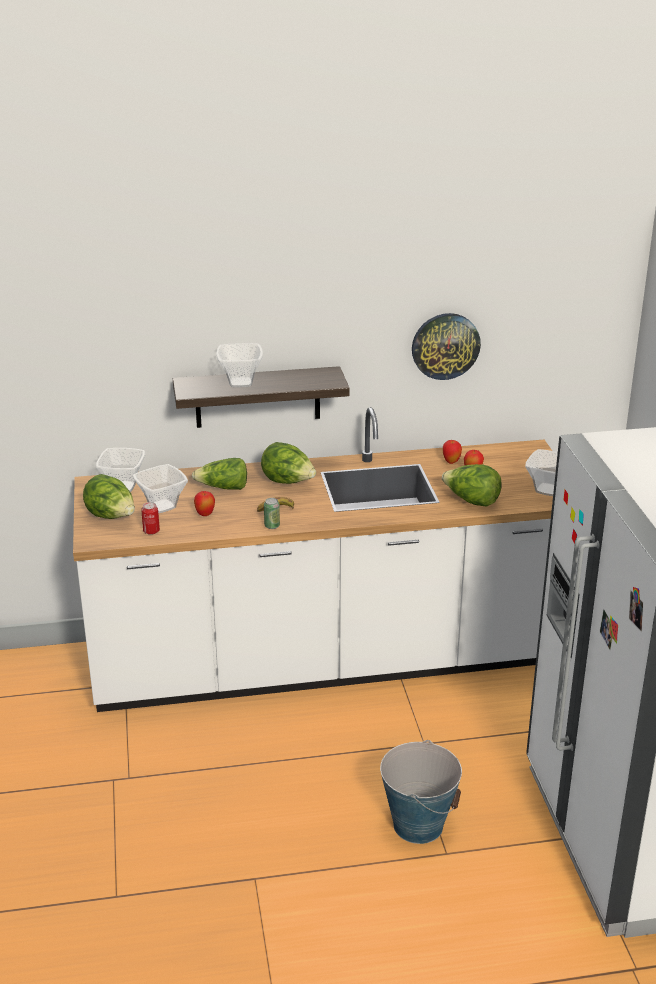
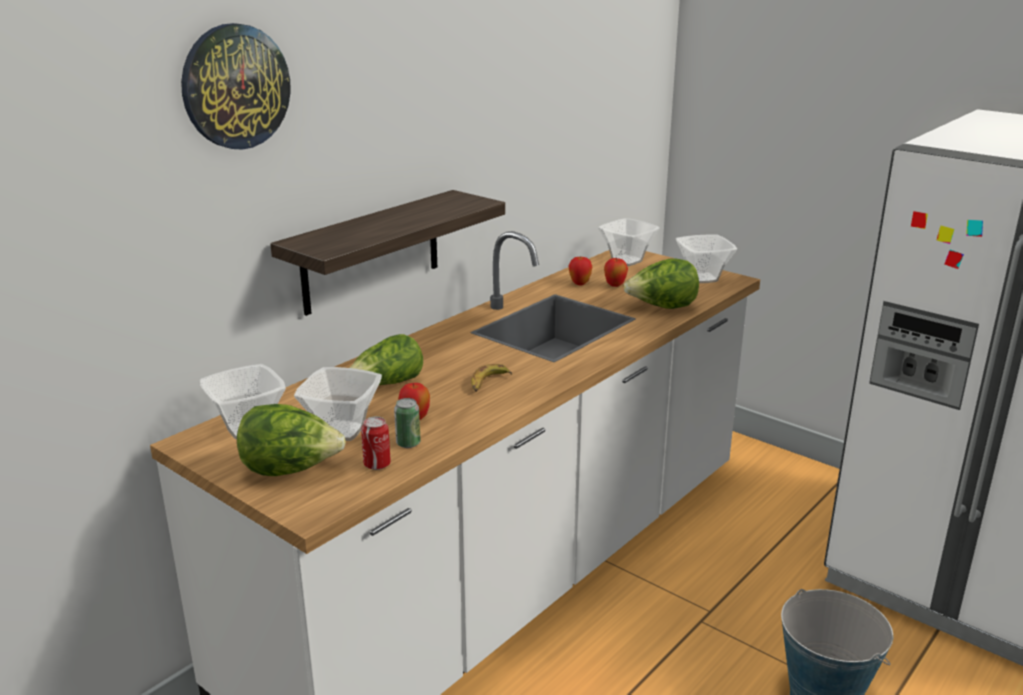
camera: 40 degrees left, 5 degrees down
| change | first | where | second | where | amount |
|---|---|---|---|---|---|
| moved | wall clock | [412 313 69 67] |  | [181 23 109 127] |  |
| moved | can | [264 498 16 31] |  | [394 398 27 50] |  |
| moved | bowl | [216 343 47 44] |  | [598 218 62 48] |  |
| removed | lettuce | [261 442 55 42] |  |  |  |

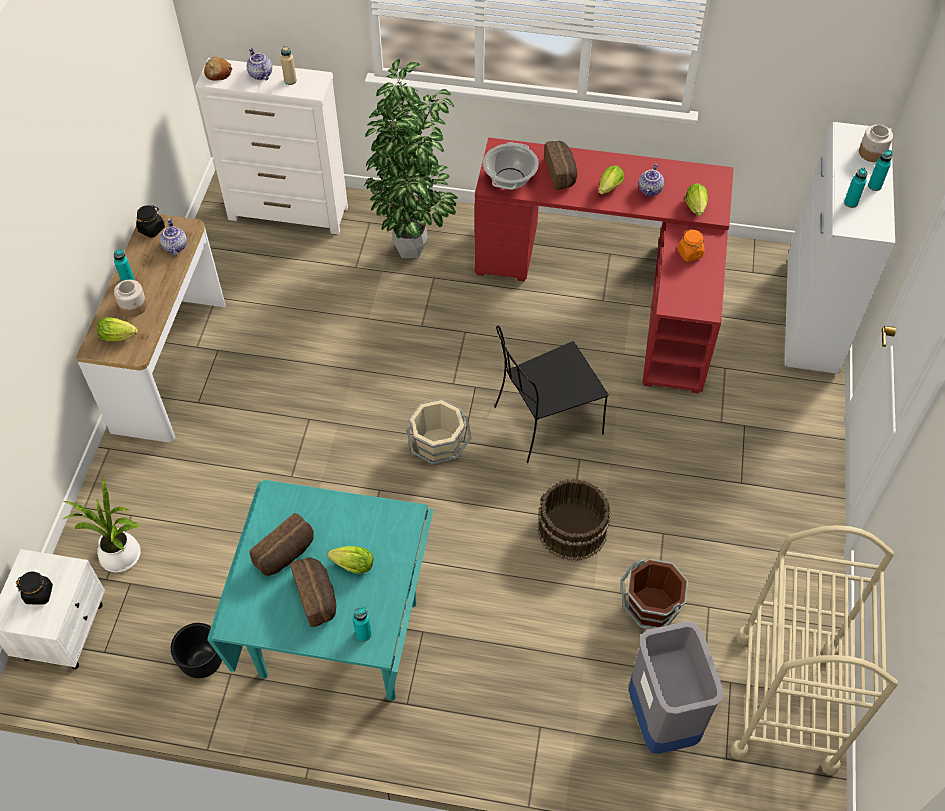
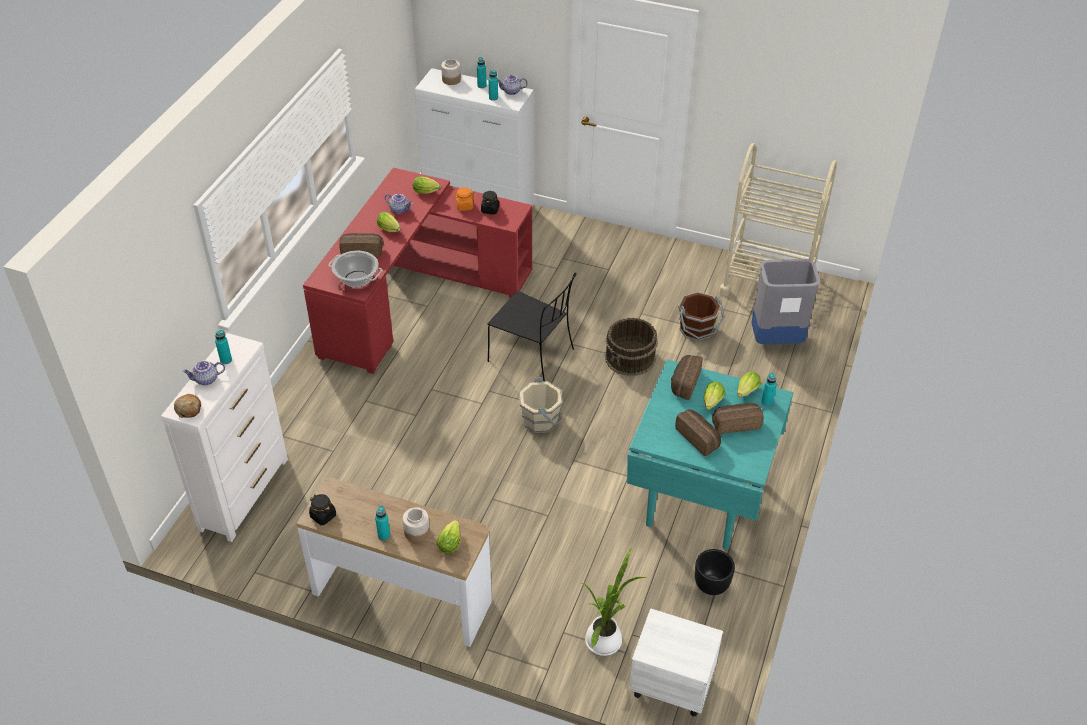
camera: 80 degrees left, 10 degrees down
| change | first | where | second | where | amount |
|---|---|---|---|---|---|
| recoloured | beige bottle | [281 45 16 40] | turquoise bottle | [215 330 17 34] |  |
| moved | black jar | [16 571 37 34] |  | [481 191 18 24] |  |
| turned | black chair | [494 325 114 138] |  | [488 272 88 109] | 45 degrees counterclockwise |
| moved | teapot | [160 218 27 38] |  | [498 75 29 20] |  |
| added |  |  | bread | [671 355 32 45] |  |
| added |  |  | lettuce | [737 371 24 26] |  |
| removed | potted plant | [364 59 94 199] |  |  |  |

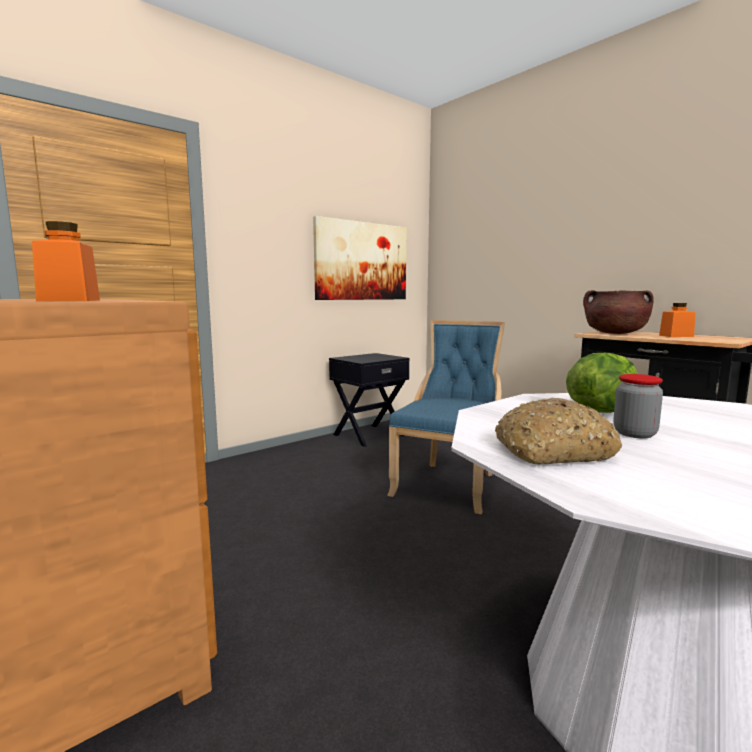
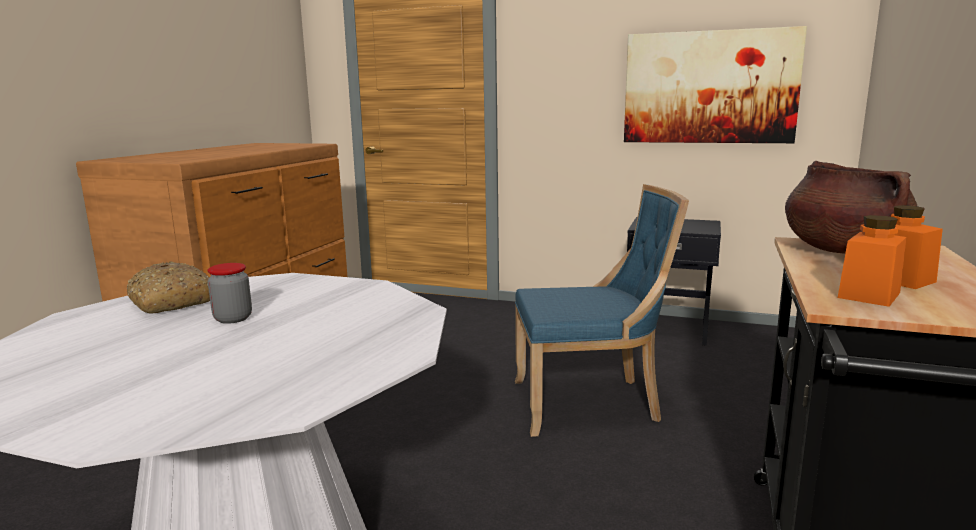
camera: 60 degrees right, 5 degrees up
| change | first | where | second | where | amount |
|---|---|---|---|---|---|
| moved | orange jar | [32 221 68 80] |  | [838 215 69 92] |  |
| removed | lettuce | [566 353 72 60] |  |  |  |

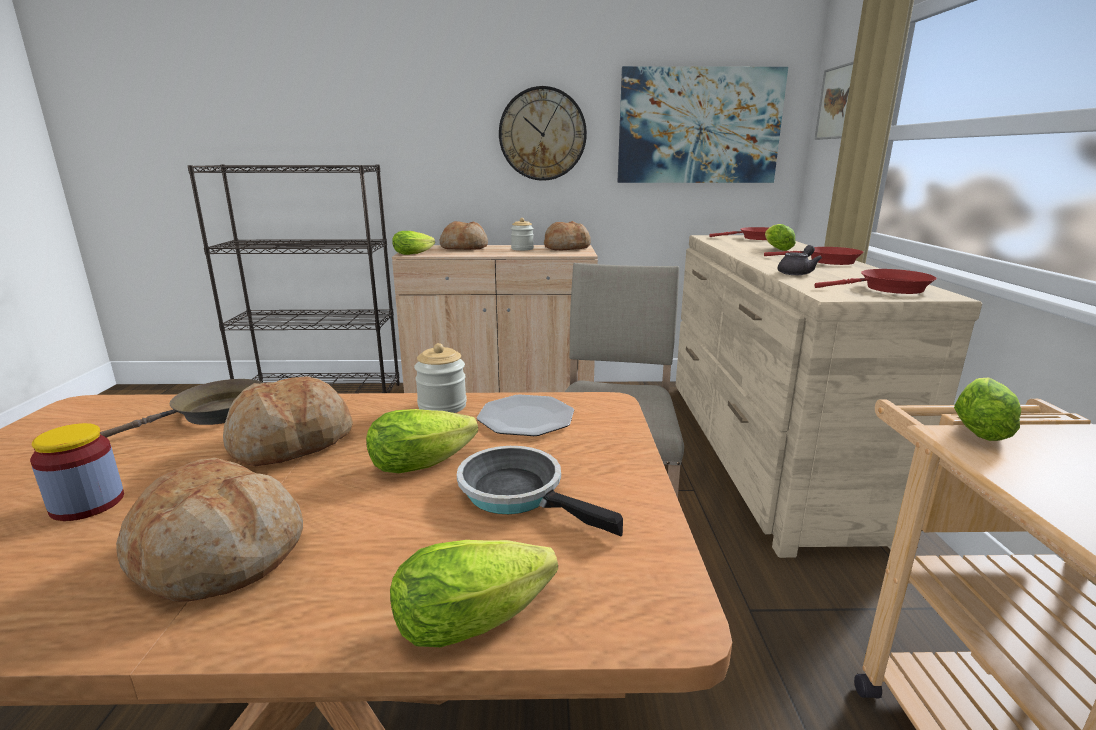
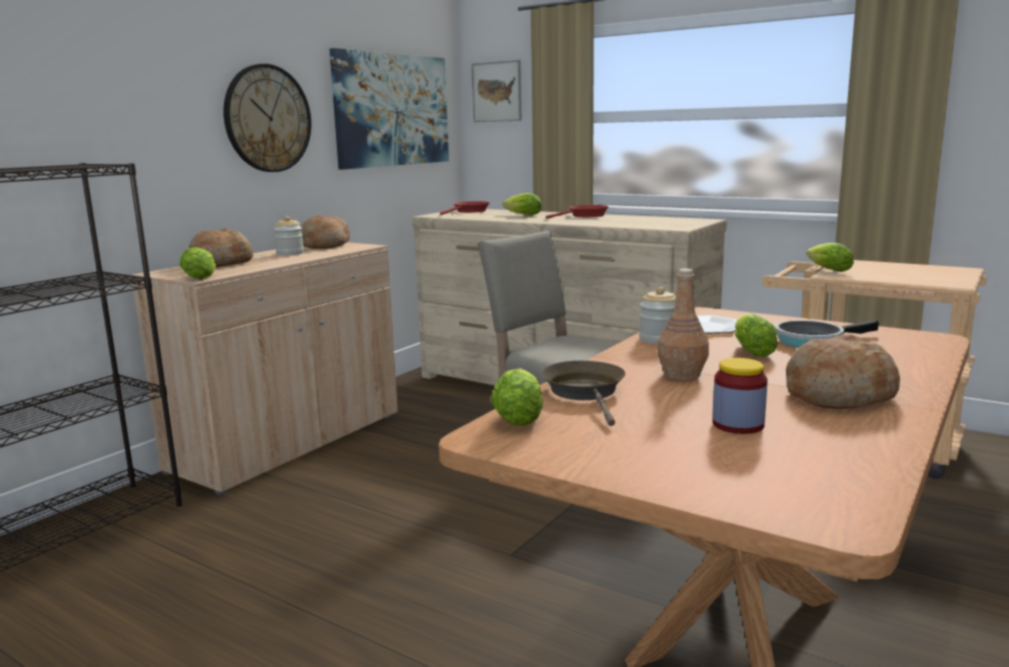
camera: 55 degrees left, 5 degrees down
| change | first | where | second | where | amount |
|---|---|---|---|---|---|
| moved | lettuce | [390 540 168 107] |  | [491 368 52 58] |  |
| replaced | bread | [223 376 130 90] | brown bottle | [657 268 52 113] |  |
| removed | grey teapot | [777 245 45 30] |  |  |  |
| removed | red frying pan | [814 269 123 25] |  |  |  |

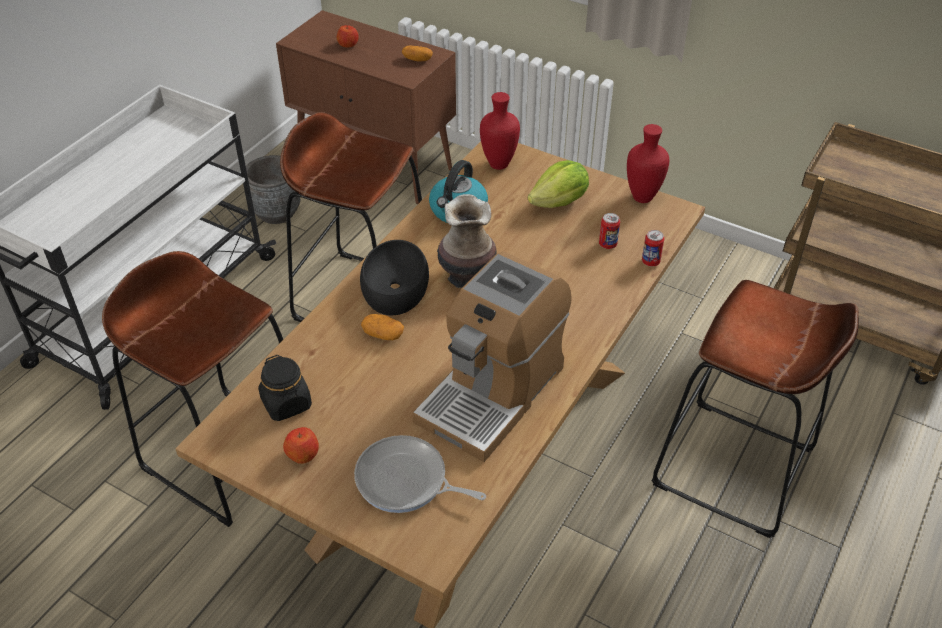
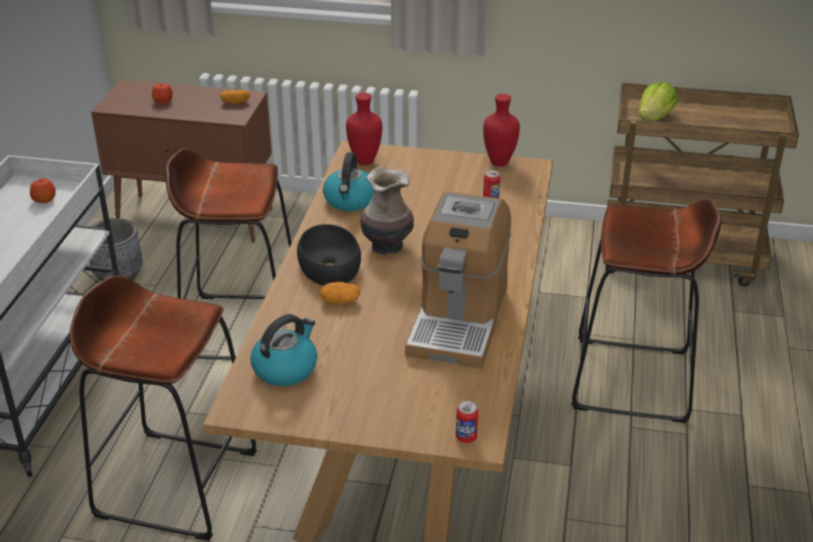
camera: 20 degrees left, 10 degrees down
| change | first | where | second | where | amount |
|---|---|---|---|---|---|
| moved | apple | [283 427 36 37] |  | [30 178 26 25] |  |
| replaced | black jar | [258 355 54 66] | kettle | [250 314 67 72] |  |
| moved | can | [642 230 22 36] |  | [456 401 22 42] |  |
| moved | lettuce | [528 160 61 48] |  | [639 81 39 40] |  |
| removed | frying pan | [354 435 132 78] |  |  |  |

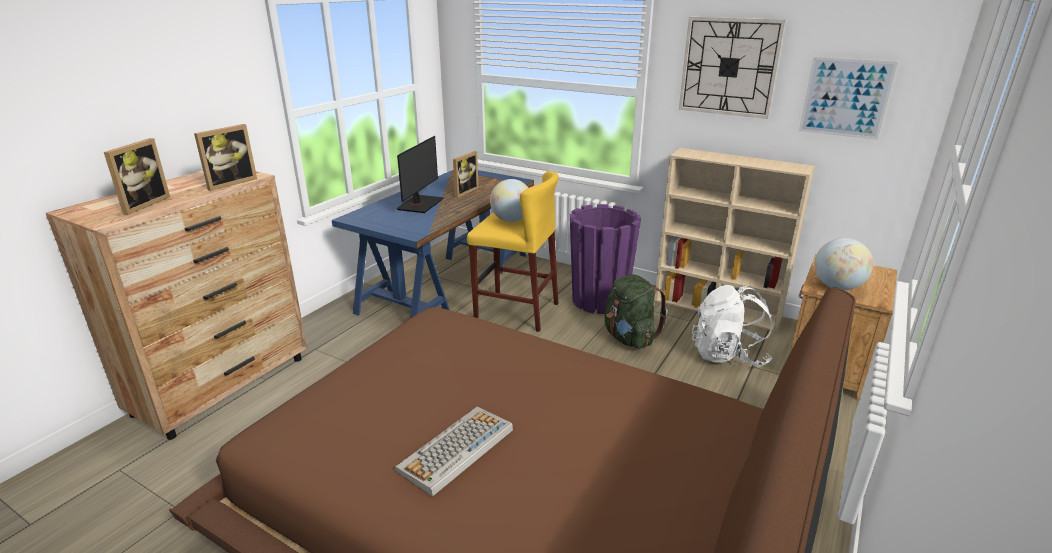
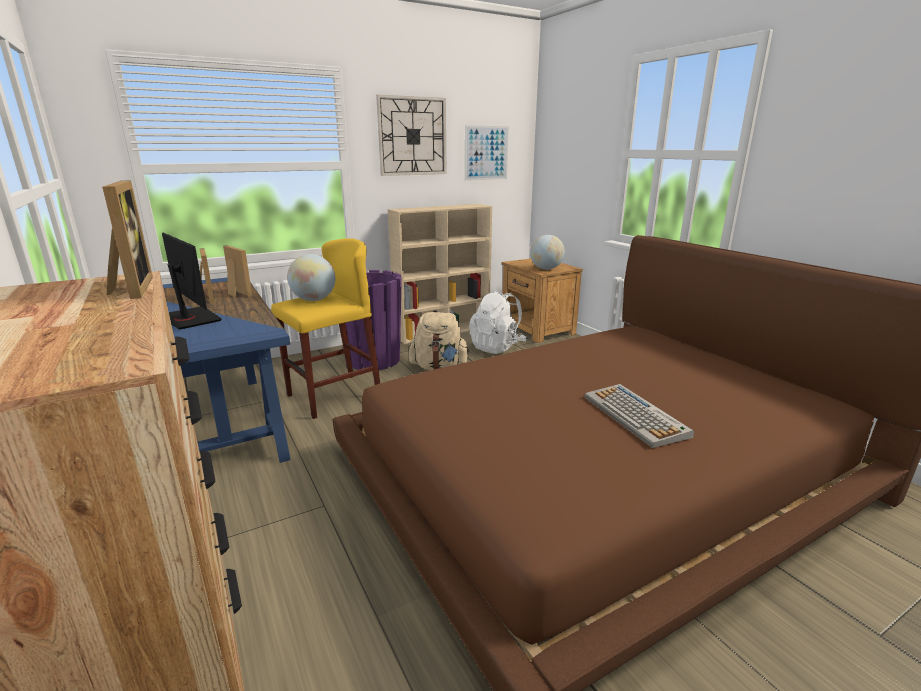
camera: 60 degrees left, 5 degrees down
| change | first | where | second | where | amount |
|---|---|---|---|---|---|
| moved | picture frame | [104 138 66 77] |  | [223 245 29 52] |  |
| recoloured | green backpack | [605 275 63 74] | beige backpack | [409 312 61 58] |  |

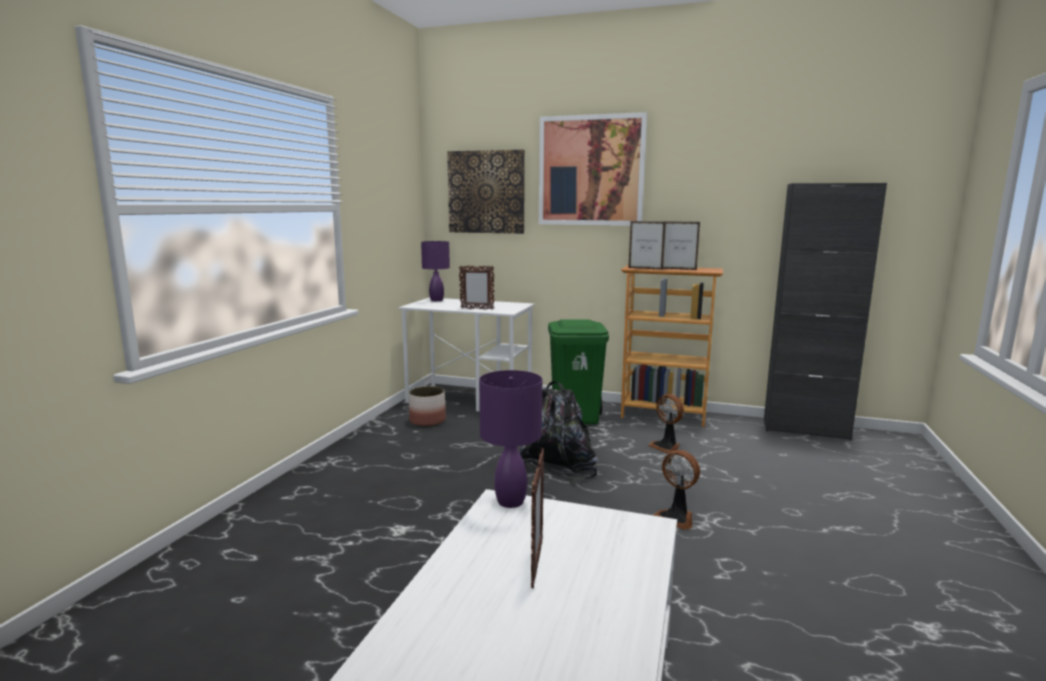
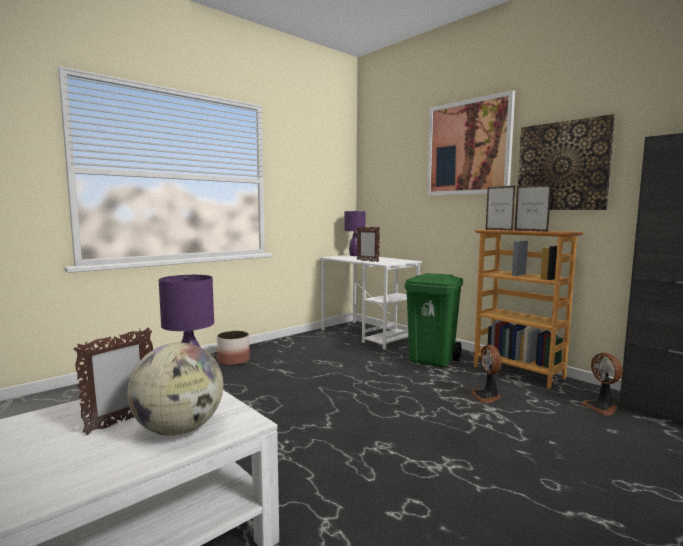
camera: 30 degrees right, 5 degrees down
| change | first | where | second | where | amount |
|---|---|---|---|---|---|
| added |  |  | globe | [127 343 96 93] |  |
| moved | planter | [409 386 37 40] |  | [217 331 33 35] |  |
| moved | picture | [447 150 78 84] |  | [518 114 98 96] |  |
| moved | fan | [653 450 47 80] |  | [580 353 43 63] |  |
| removed | black backpack | [519 381 80 104] |  |  |  |

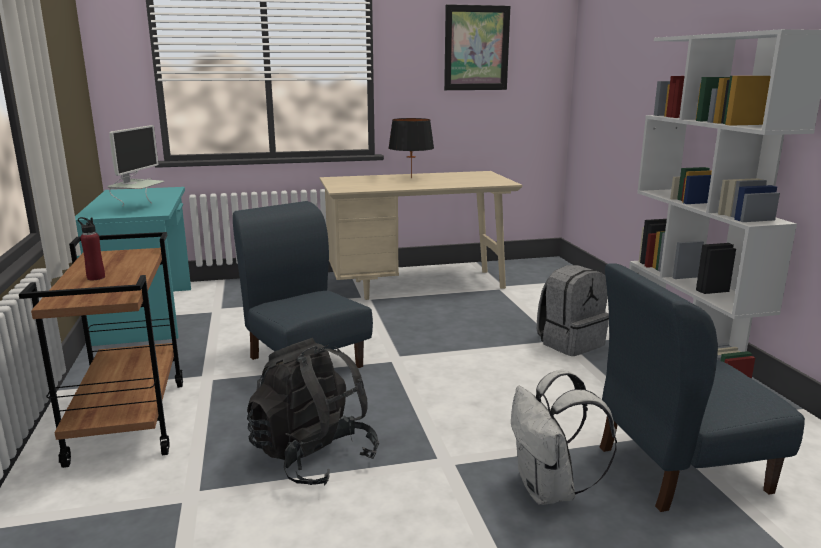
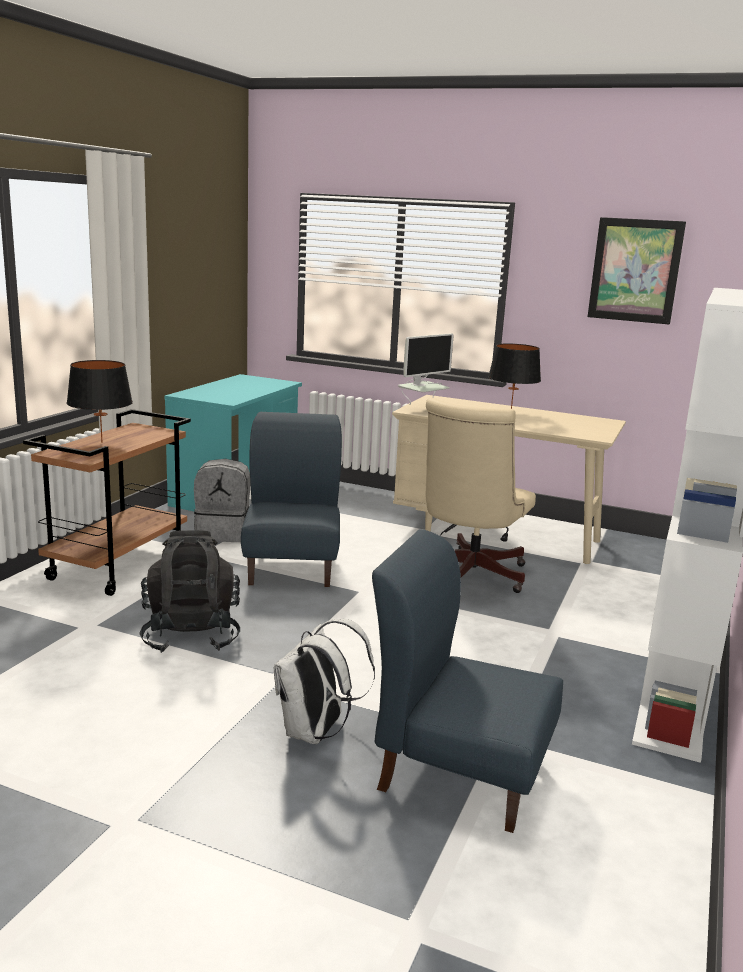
camera: 35 degrees right, 0 degrees up
| change | first | where | second | where | amount |
|---|---|---|---|---|---|
| replaced | red bottle | [78 217 27 63] | black table lamp | [67 360 66 83] |  |
| moved | grey backpack | [537 265 72 91] |  | [194 459 56 83] |  |
| moved | monitor | [107 125 58 81] |  | [398 333 56 72] |  |
| added |  |  | beige office chair | [426 398 110 195] |  |

